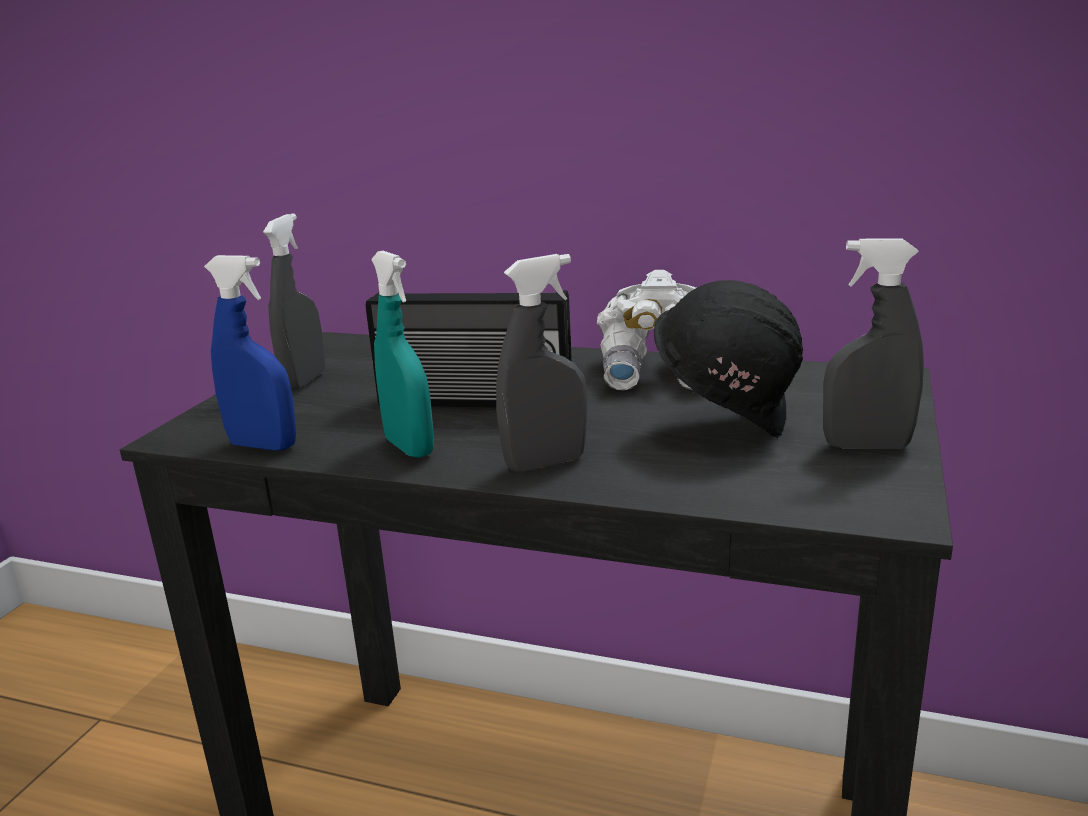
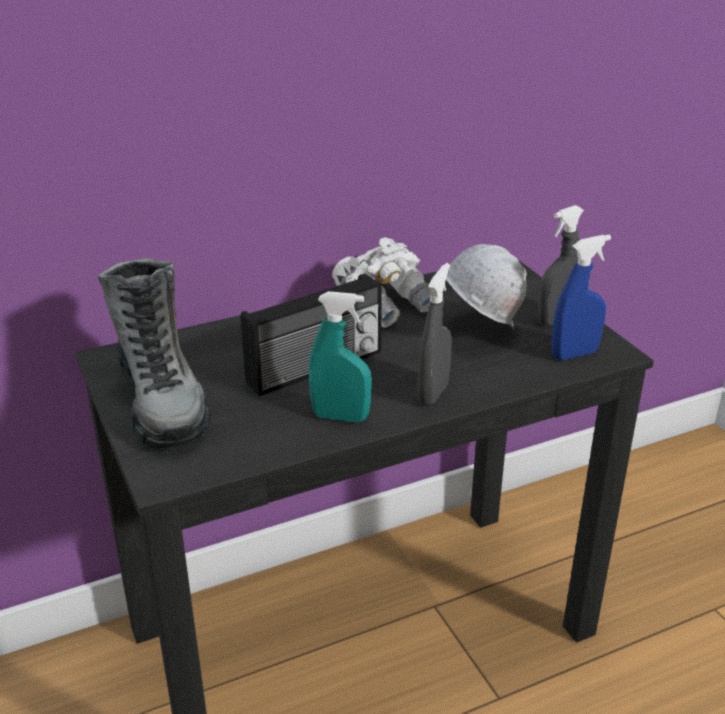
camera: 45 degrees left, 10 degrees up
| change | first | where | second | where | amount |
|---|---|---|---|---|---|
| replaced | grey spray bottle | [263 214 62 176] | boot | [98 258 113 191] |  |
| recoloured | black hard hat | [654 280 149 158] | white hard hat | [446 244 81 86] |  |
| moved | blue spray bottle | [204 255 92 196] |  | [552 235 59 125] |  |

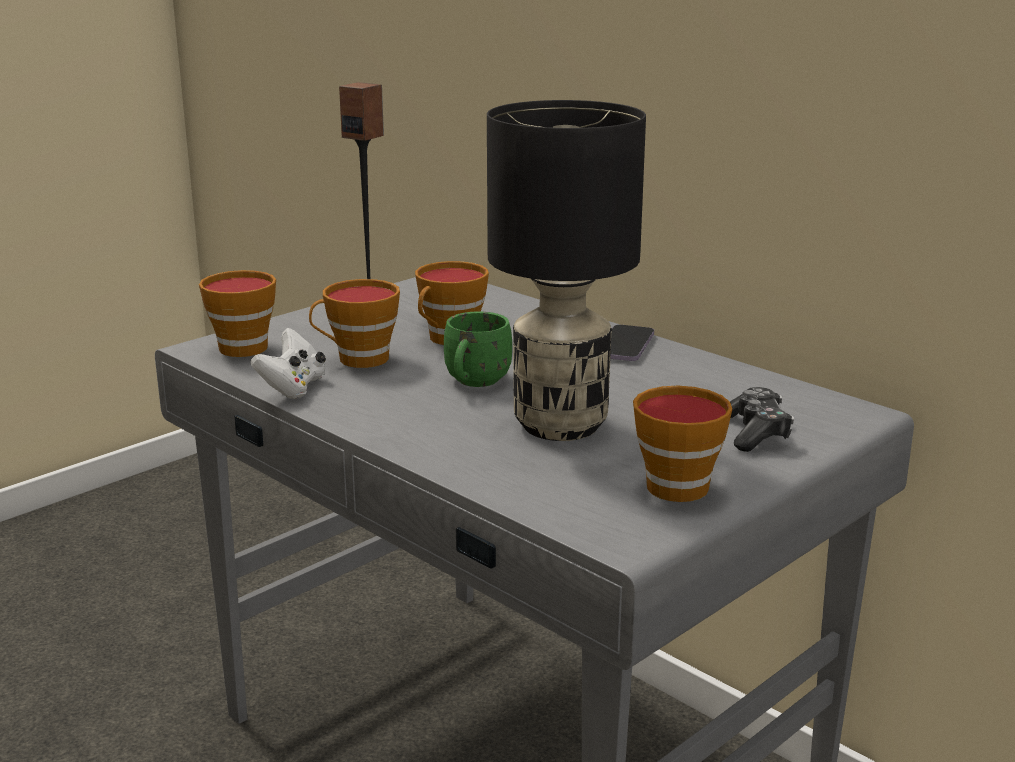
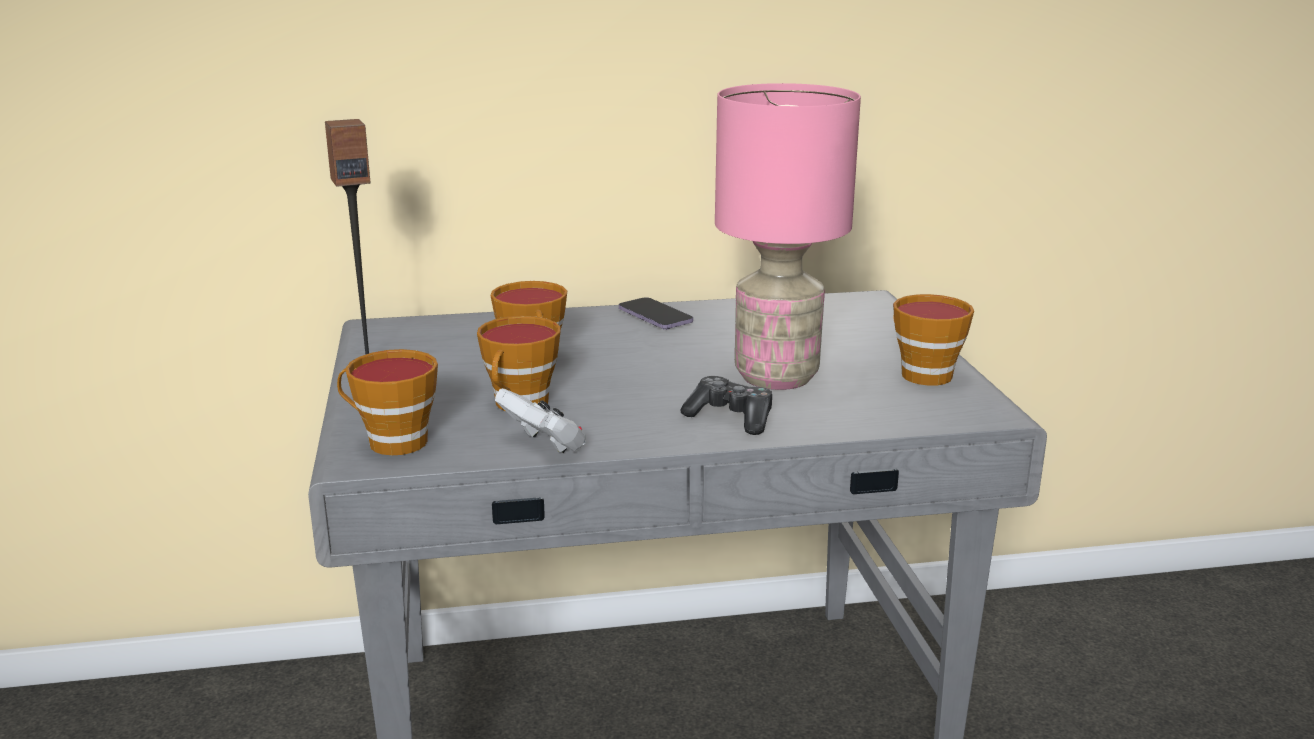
camera: 55 degrees left, 0 degrees up
| change | first | where | second | where | amount |
|---|---|---|---|---|---|
| moved | game controller | [730 387 64 65] |  | [681 376 91 59] |  |
| recoloured | black table lamp | [487 100 159 341] | pink table lamp | [715 83 146 307] |  |
| removed | green mug | [444 311 68 76] |  |  |  |

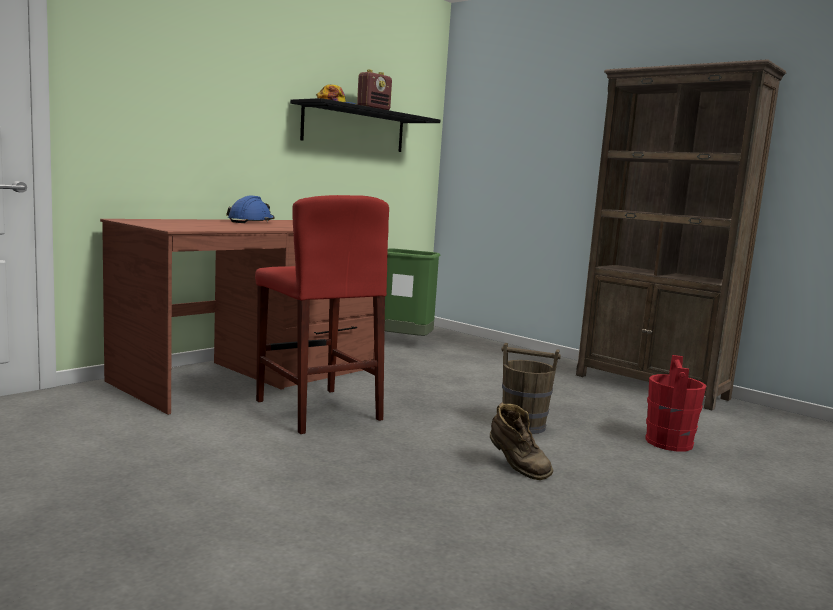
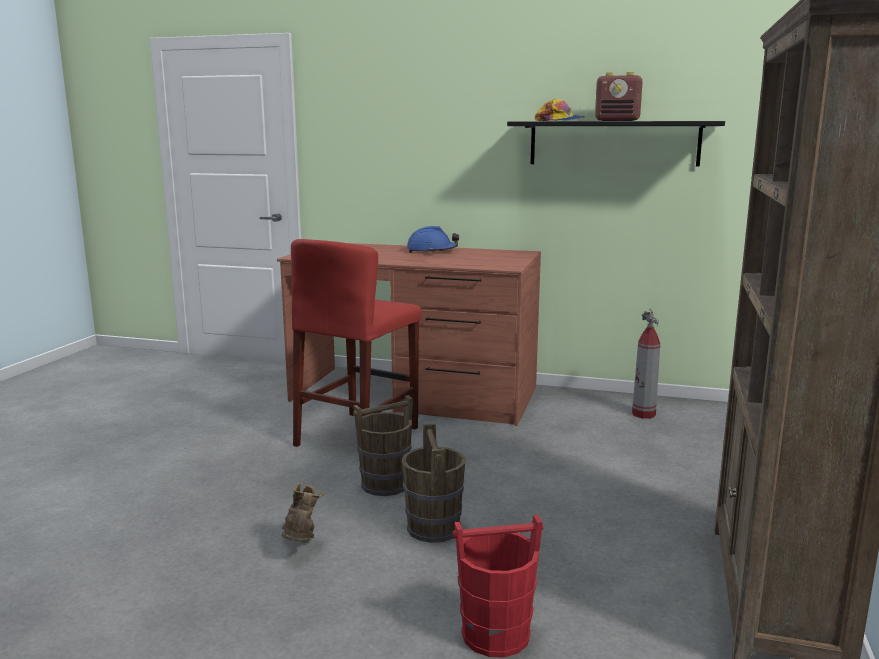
camera: 65 degrees right, 5 degrees up
| change | first | where | second | where | amount |
|---|---|---|---|---|---|
| turned | brown boot | [490 403 63 77] |  | [282 483 43 60] | 150 degrees clockwise |
| added |  |  | brown bucket | [353 395 60 101] |  |
| replaced | green trash can | [385 248 55 88] | fire extinguisher | [632 308 28 111] |  |

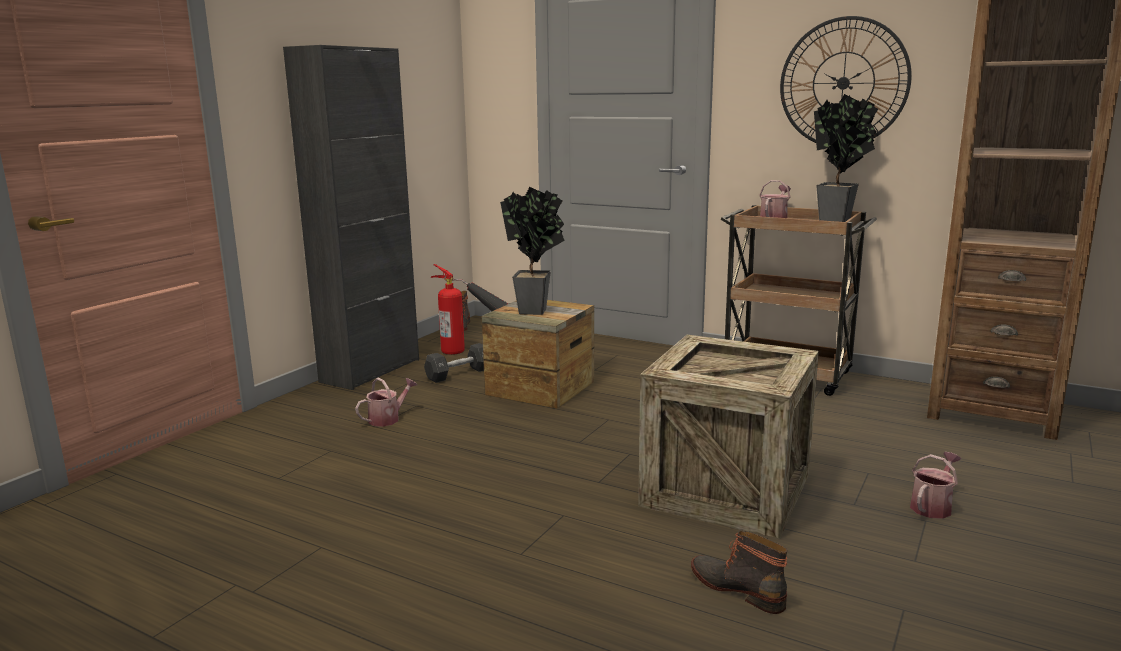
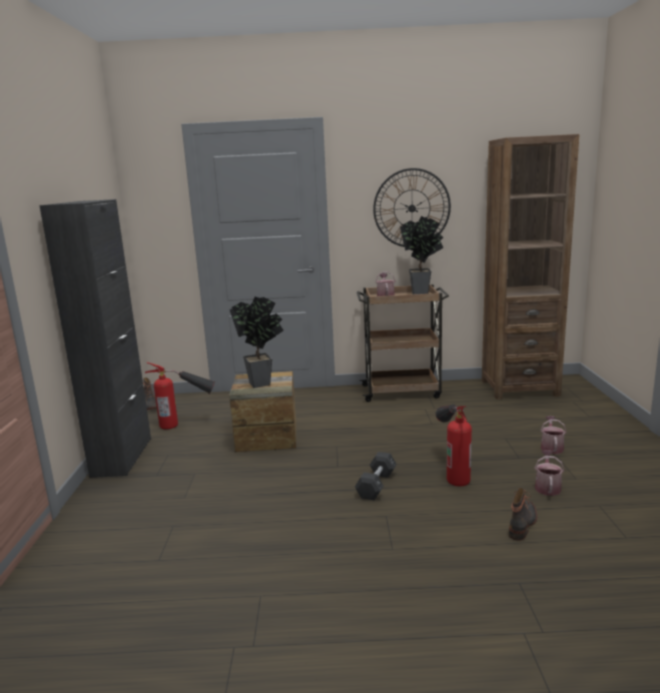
camera: 30 degrees left, 0 degrees up
| change | first | where | second | where | amount |
|---|---|---|---|---|---|
| moved | black dumbbell | [424 343 60 40] |  | [355 452 42 48] |  |
| replaced | crate | [638 335 181 203] | fire extinguisher | [436 404 36 82] |  |
| turned | boot | [691 531 97 83] |  | [509 488 28 53] | 105 degrees clockwise |
| moved | watering can | [355 378 62 49] |  | [535 450 29 46] |  |

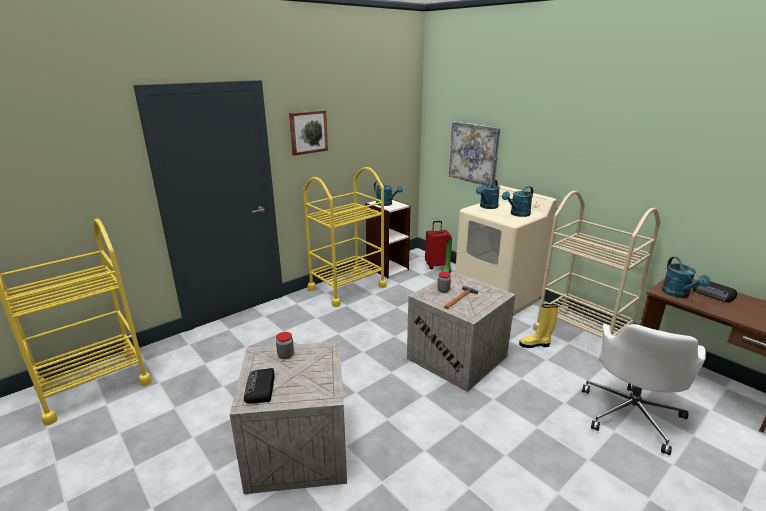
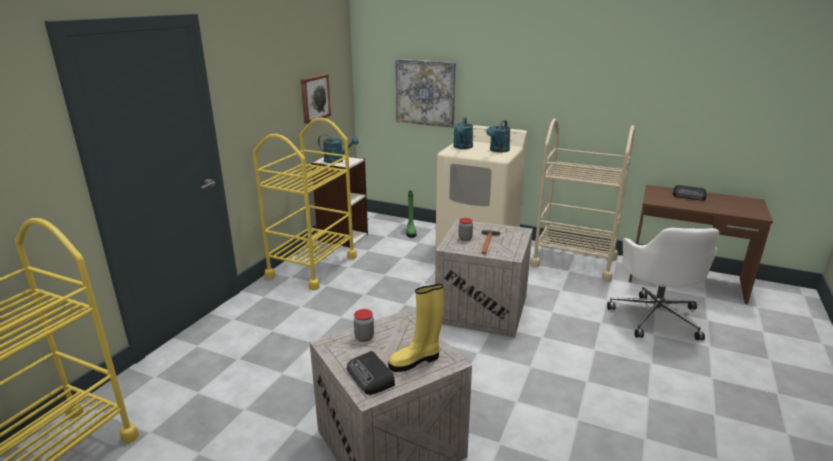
camera: 25 degrees left, 0 degrees up
| change | first | where | second | where | amount |
|---|---|---|---|---|---|
| moved | picture | [289 110 39 46] |  | [301 74 30 50] |  |
| moved | yellow boot | [519 304 40 44] |  | [388 284 55 88] |  |
| removed | red suitcase | [425 221 27 48] |  |  |  |
| removed | turquoise watering can | [661 257 49 41] |  |  |  |

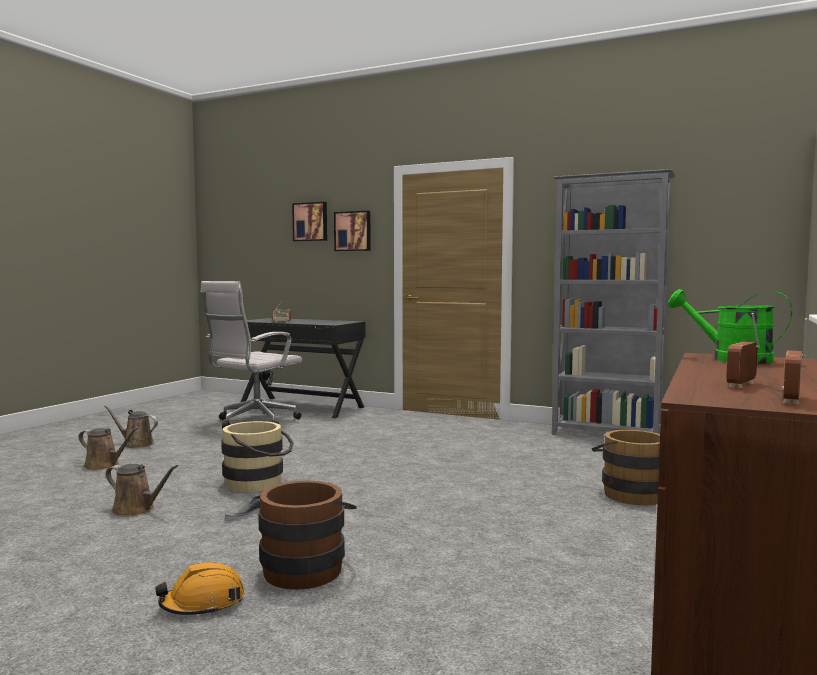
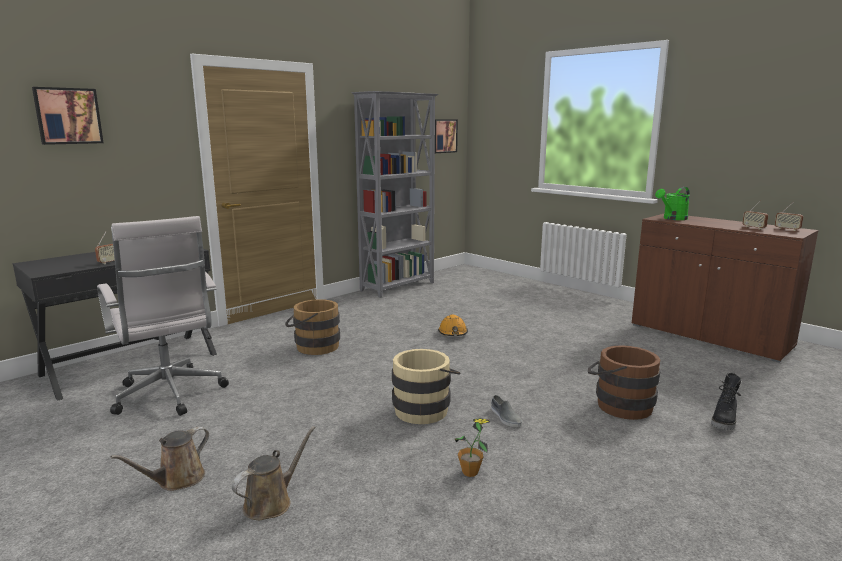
camera: 70 degrees left, 10 degrees up
| change | first | where | second | where | amount |
|---|---|---|---|---|---|
| moved | brown bucket | [592 430 68 75] |  | [285 299 55 56] |  |
| moved | picture | [334 211 37 40] |  | [435 119 23 34] |  |
| moved | orange hard hat | [155 562 90 53] |  | [438 315 30 21] |  |
| replaced | brown watering can | [105 464 73 53] | potted plant | [455 418 35 59] |  |
| added |  |  | black boot | [711 373 31 57] |  |

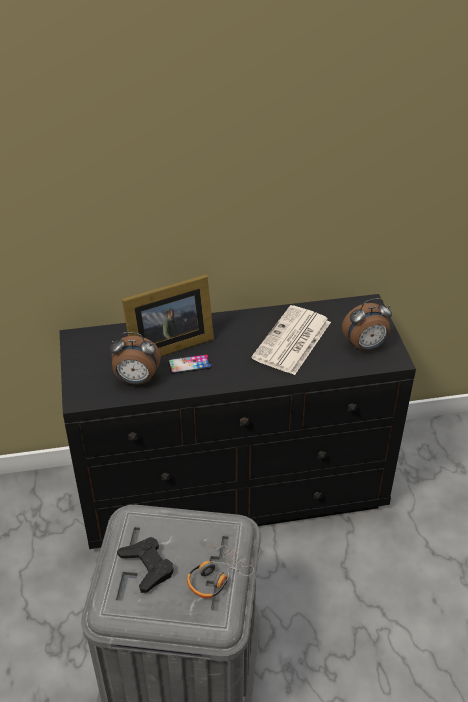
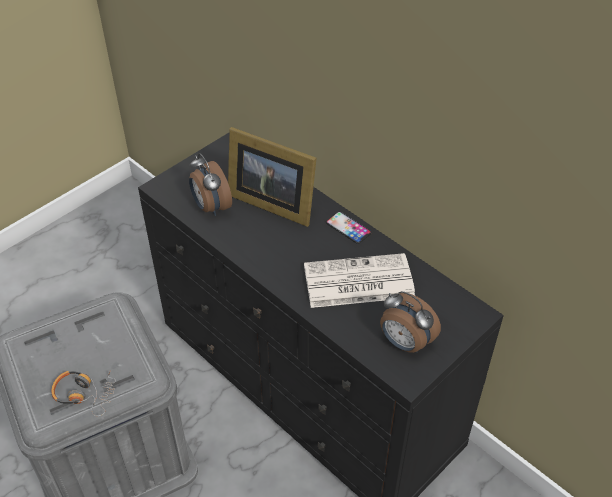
camera: 55 degrees right, 5 degrees up
| change | first | where | second | where | amount |
|---|---|---|---|---|---|
| moved | phone | [168 354 44 20] |  | [326 212 46 32] |  |
| removed | black game controller | [117 537 57 56] |  |  |  |

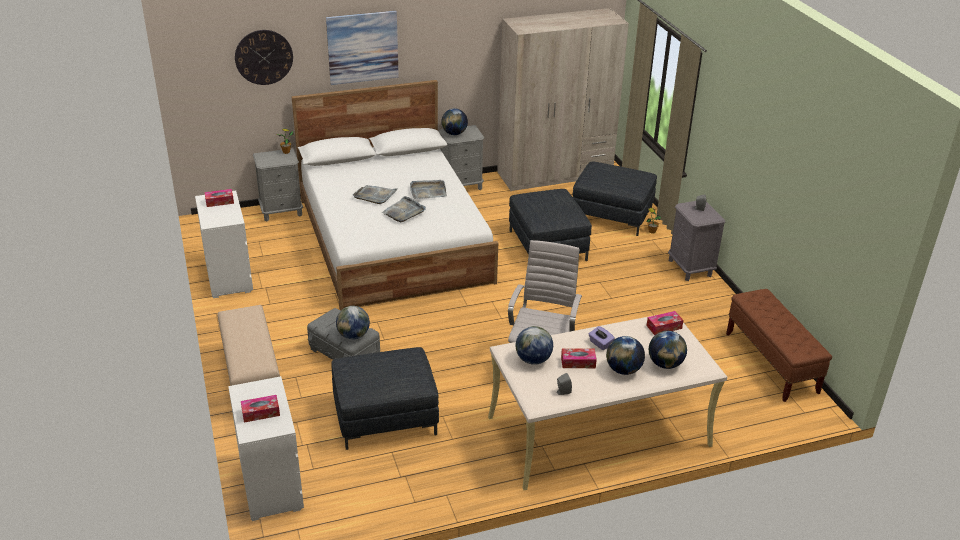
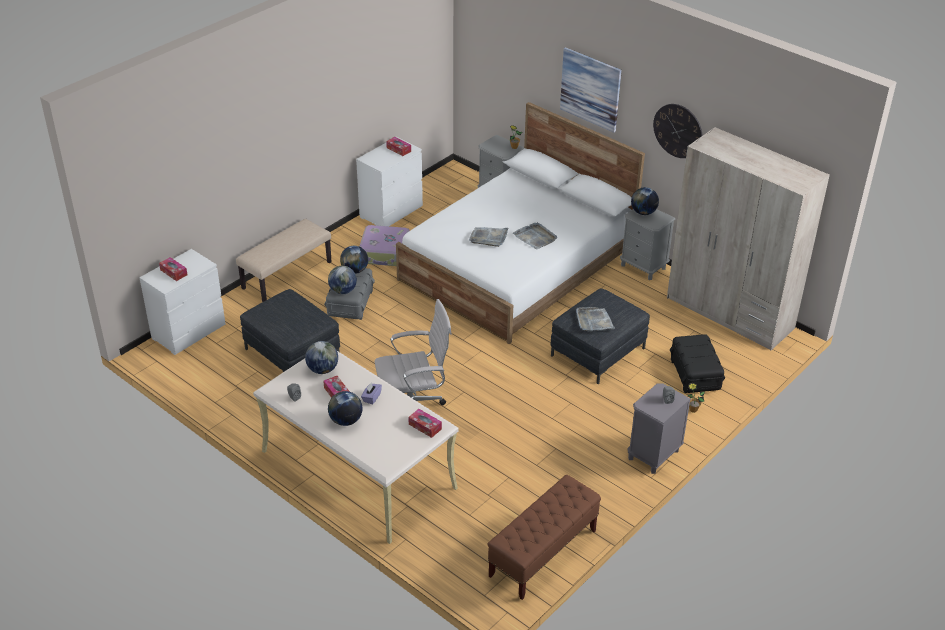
camera: 60 degrees right, 5 degrees up
| change | first | where | second | where | amount |
|---|---|---|---|---|---|
| moved | globe | [649 331 38 38] |  | [340 246 28 28] |  |
| added |  |  | suitcase | [359 225 51 41] |  |
| moved | grey tray | [353 185 44 19] |  | [576 307 39 25] |  |
| moved | wall clock | [235 30 58 55] |  | [653 104 50 54] |  |
| replaced | grey ottoman | [573 162 84 74] | black storage box | [669 334 56 59] |  |

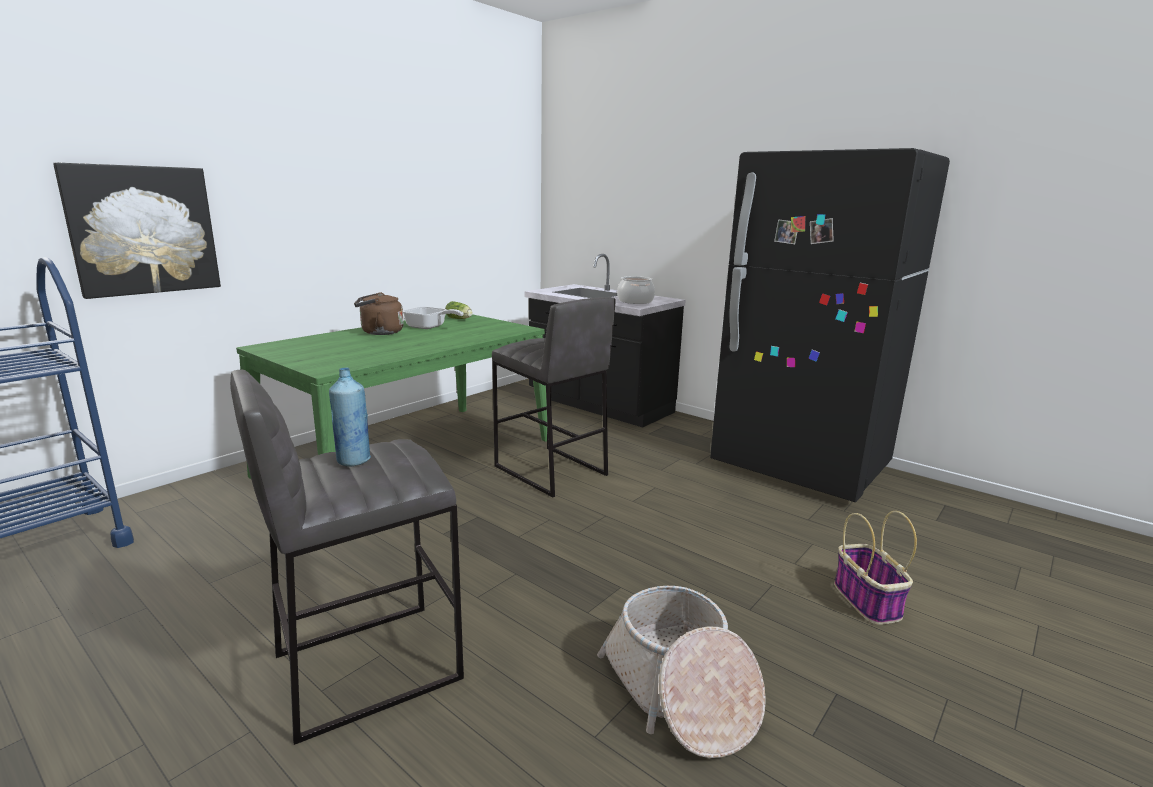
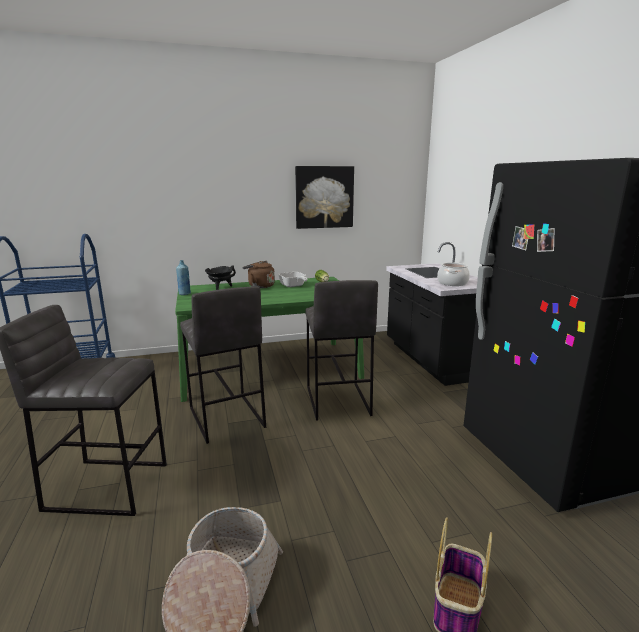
camera: 35 degrees right, 0 degrees up
| change | first | where | second | where | amount |
|---|---|---|---|---|---|
| moved | blue bottle | [329 368 42 98] |  | [176 260 15 35] |  |
| added |  |  | grey stool | [180 286 86 158] |  |
| added |  |  | black cooking pot | [205 265 31 25] |  |
| moved | picture | [53 162 168 137] |  | [295 166 59 63] |  |

